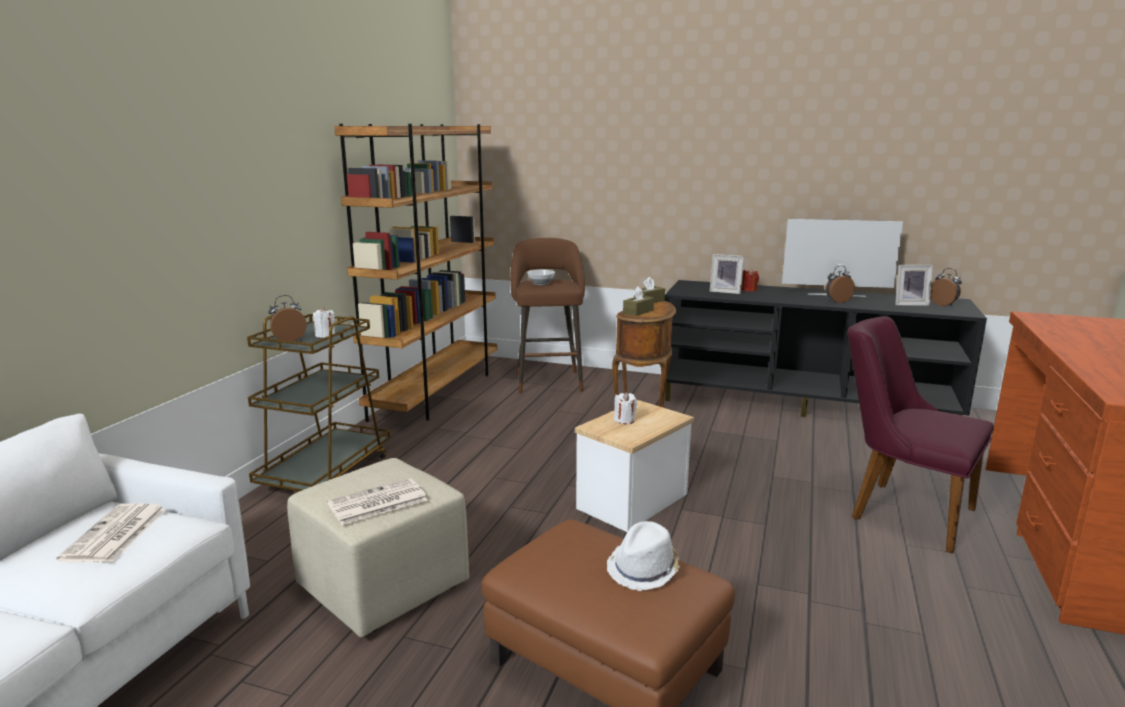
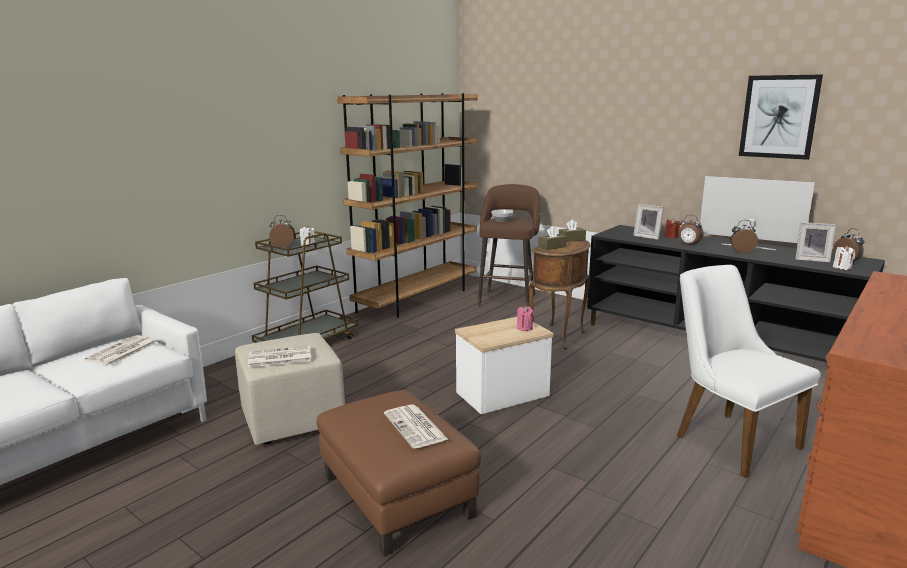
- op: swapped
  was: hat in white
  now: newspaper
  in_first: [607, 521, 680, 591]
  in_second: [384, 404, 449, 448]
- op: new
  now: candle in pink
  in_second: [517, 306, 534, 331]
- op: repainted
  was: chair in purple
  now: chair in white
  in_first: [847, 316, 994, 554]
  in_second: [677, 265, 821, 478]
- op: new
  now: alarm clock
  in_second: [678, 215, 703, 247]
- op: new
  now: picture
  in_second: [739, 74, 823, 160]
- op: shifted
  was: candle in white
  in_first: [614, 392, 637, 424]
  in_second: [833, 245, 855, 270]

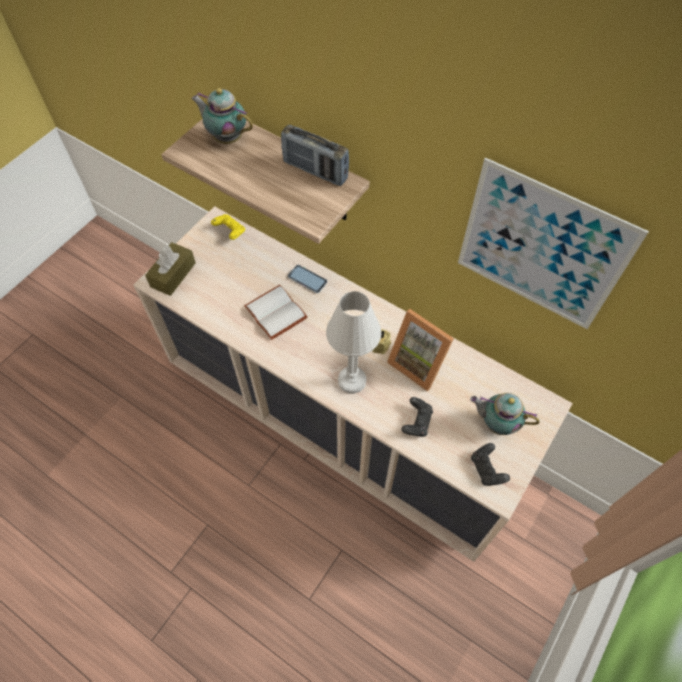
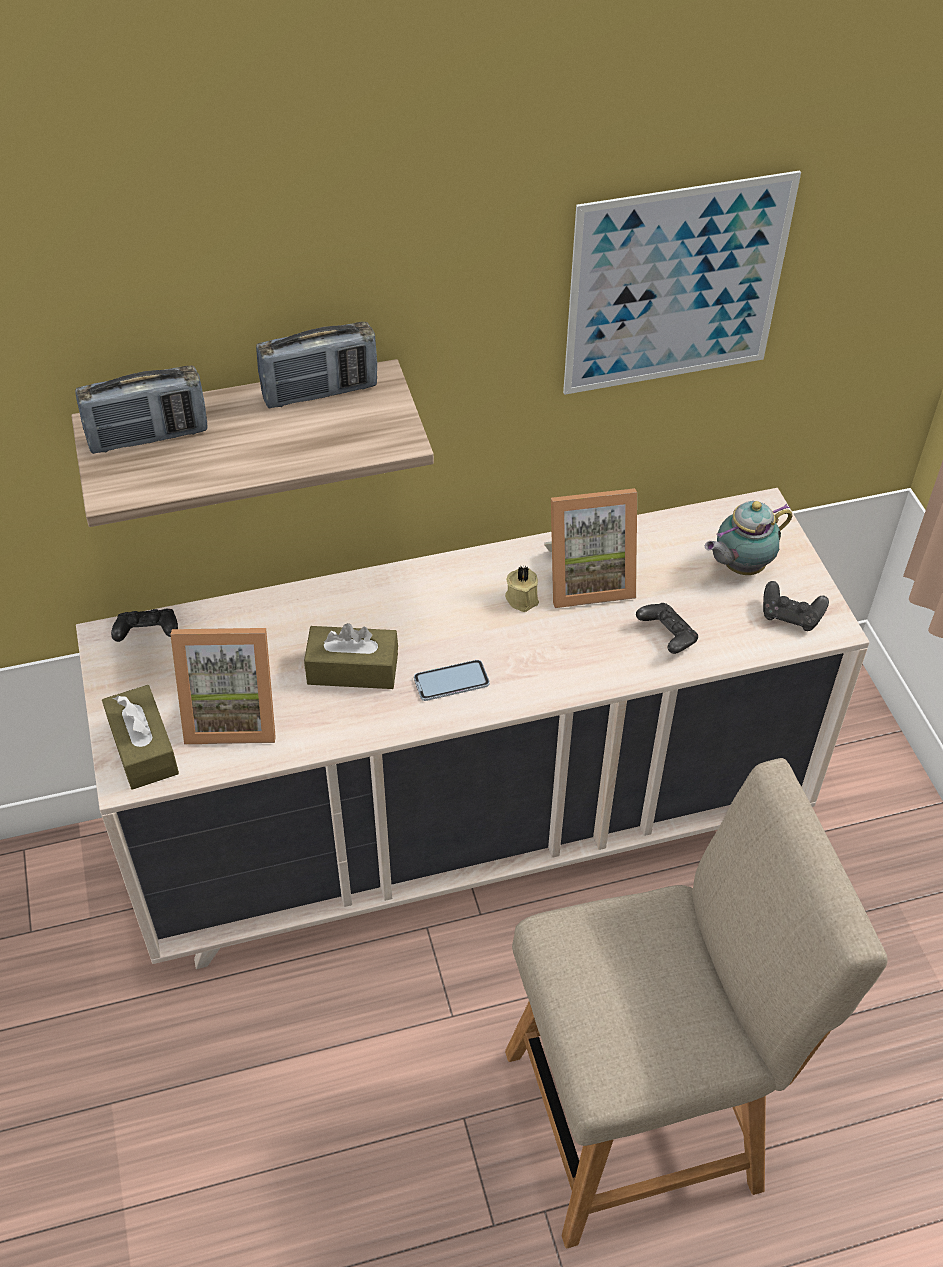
- op: swapped
  was: teapot
  now: radio
  in_first: [191, 88, 253, 144]
  in_second: [75, 366, 207, 454]
- op: repainted
  was: game controller in yellow
  now: game controller in black
  in_first: [211, 214, 245, 240]
  in_second: [111, 609, 178, 642]
- op: new
  now: picture frame
  in_second: [170, 628, 276, 744]
- op: swapped
  was: book in white
  now: tissue box in brown
  in_first: [244, 285, 308, 340]
  in_second: [304, 623, 398, 689]
- op: shifted
  was: phone
  in_first: [288, 265, 327, 293]
  in_second: [414, 660, 490, 701]
- op: new
  now: chair in beige
  in_second: [505, 758, 888, 1249]
- op: gone
  was: table lamp in white
  in_first: [326, 291, 382, 394]

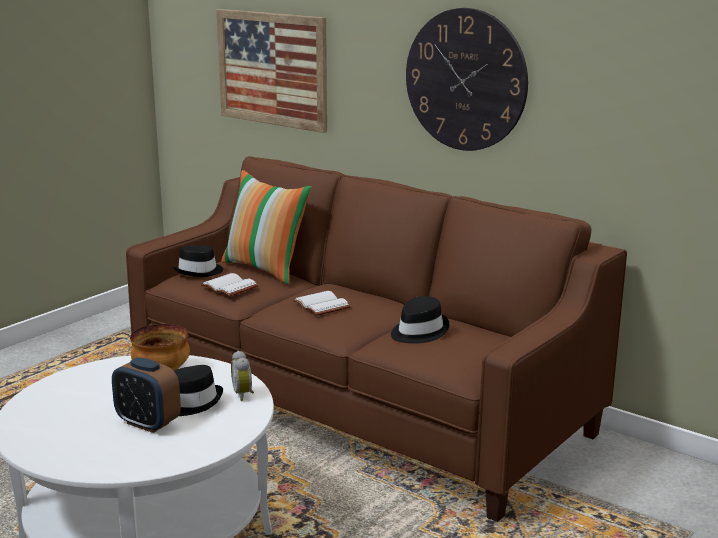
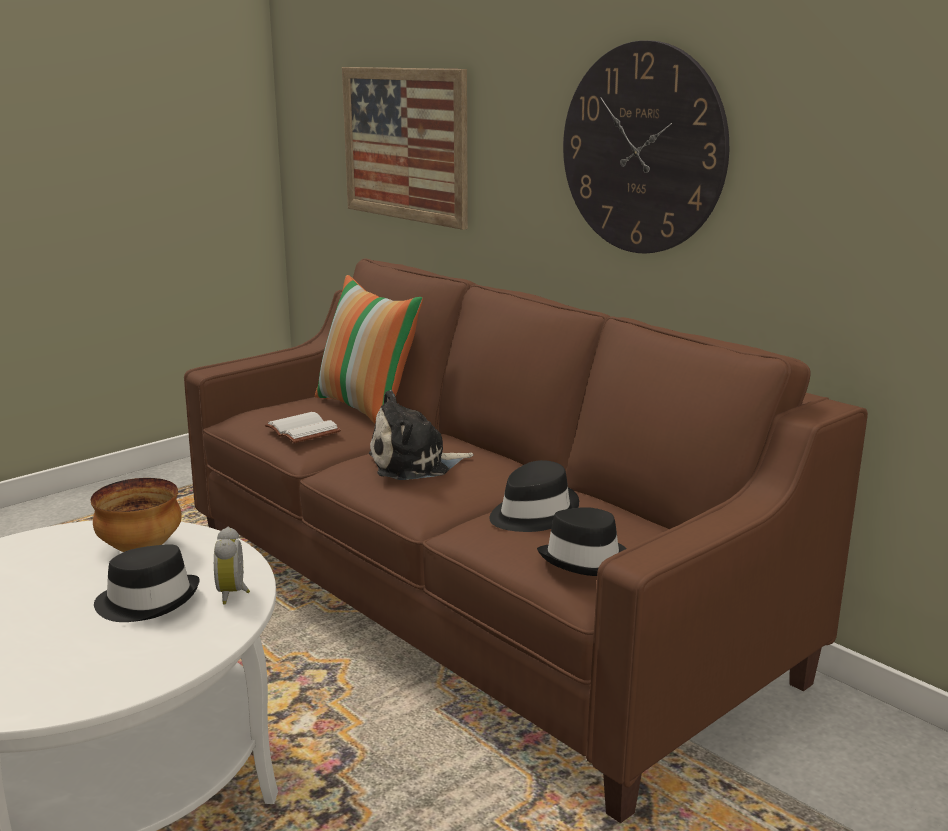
- op: swapped
  was: book in white
  now: plush toy
  in_first: [293, 291, 351, 316]
  in_second: [369, 390, 473, 480]
- op: shifted
  was: hat in black
  in_first: [173, 245, 223, 277]
  in_second: [537, 507, 626, 576]
- op: gone
  was: alarm clock
  in_first: [112, 357, 181, 433]

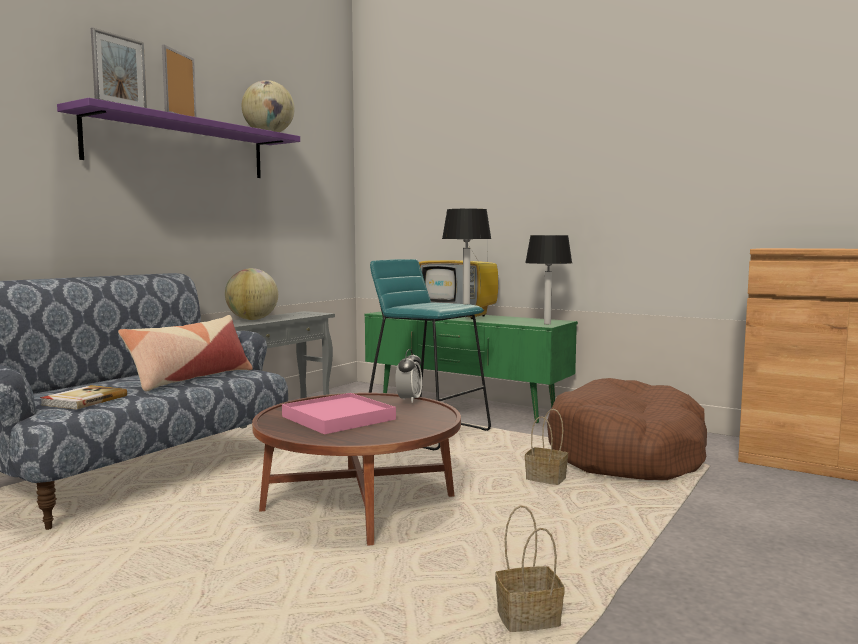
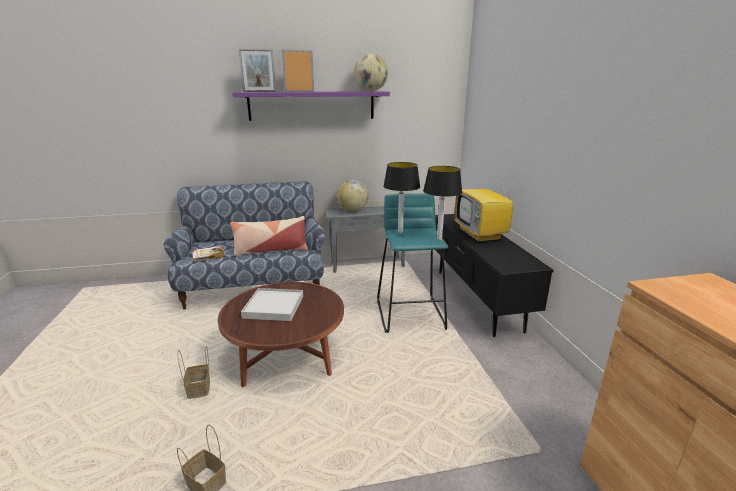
- op: shifted
  was: basket
  in_first: [525, 409, 568, 485]
  in_second: [178, 346, 210, 399]
- op: repainted
  was: tray in pink
  now: tray in white
  in_first: [282, 393, 396, 434]
  in_second: [241, 288, 303, 321]
- op: shifted
  was: table lamp
  in_first: [525, 235, 572, 324]
  in_second: [383, 162, 420, 233]
- op: repainted
  was: tv stand in green
  now: tv stand in black
  in_first: [364, 311, 578, 423]
  in_second: [435, 214, 554, 337]
- op: gone
  was: alarm clock
  in_first: [395, 349, 422, 403]
- op: gone
  was: dog bed in brown
  in_first: [547, 378, 707, 480]

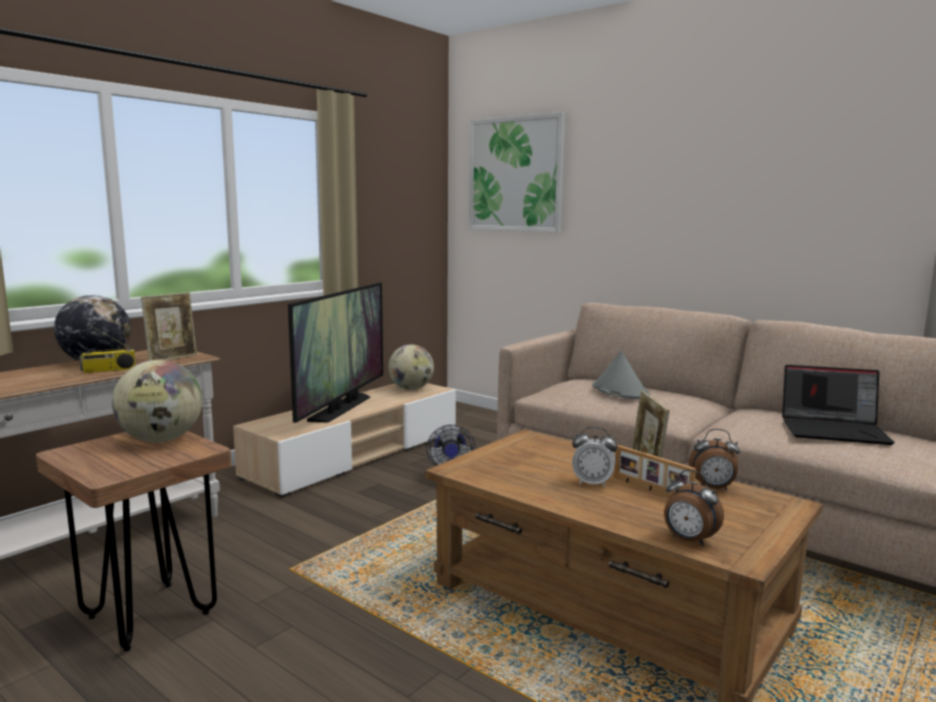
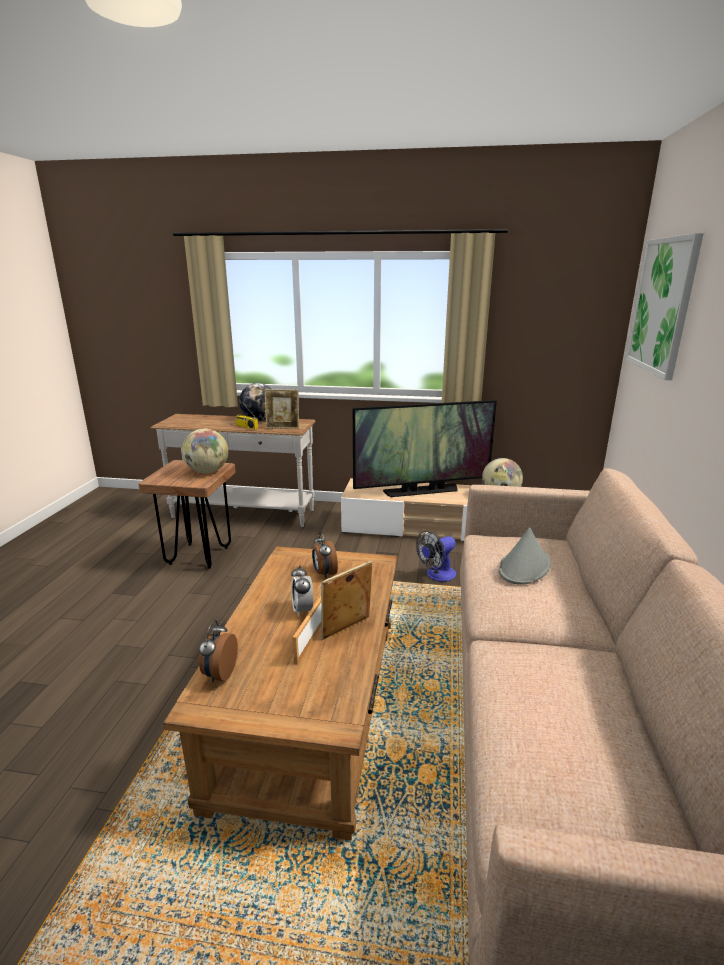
- op: shifted
  was: alarm clock
  in_first: [689, 429, 740, 490]
  in_second: [312, 532, 338, 578]
- op: gone
  was: laptop
  in_first: [782, 365, 895, 445]

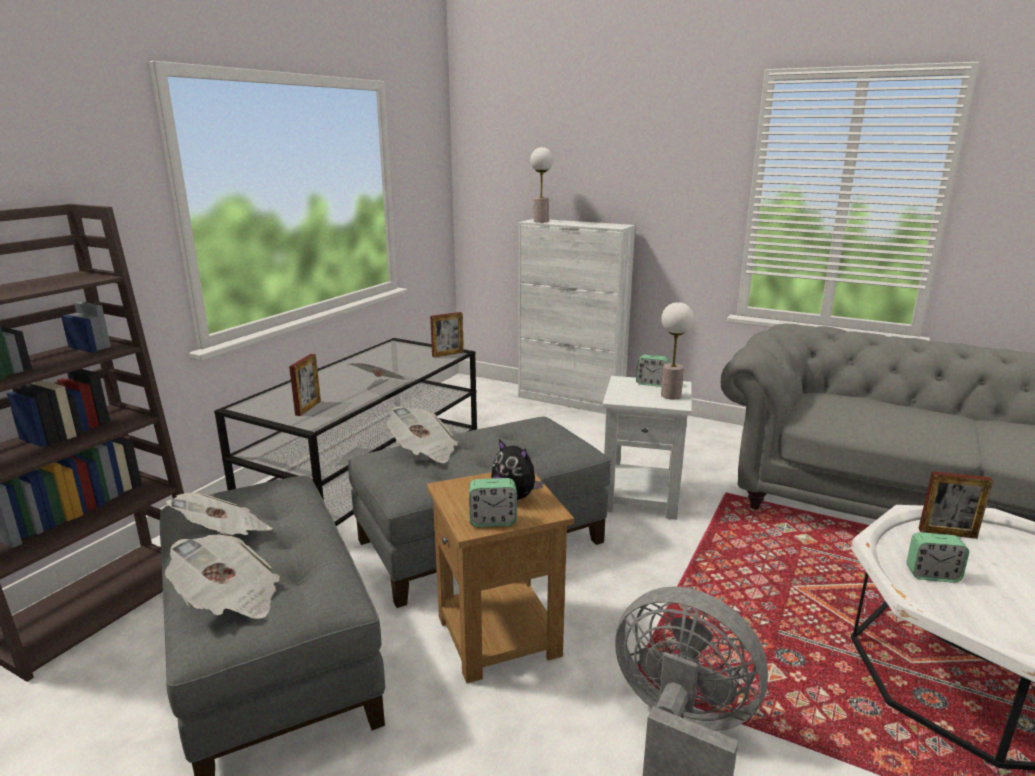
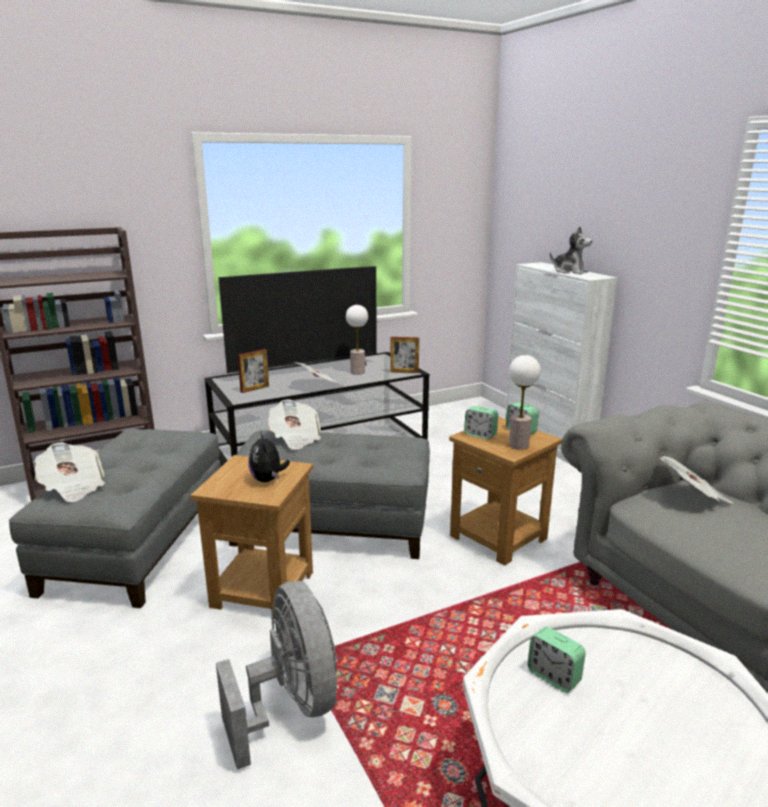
- op: new
  now: television
  in_second: [219, 266, 377, 373]
- op: shifted
  was: table lamp
  in_first: [530, 147, 553, 223]
  in_second: [346, 305, 368, 375]
- op: repainted
  was: side table in white
  now: side table in brown
  in_first: [602, 376, 692, 520]
  in_second: [449, 417, 562, 566]
- op: shifted
  was: alarm clock
  in_first: [469, 478, 517, 527]
  in_second: [464, 406, 498, 439]
- op: new
  now: plush toy
  in_second: [550, 227, 592, 274]
- op: shifted
  was: newspaper
  in_first: [166, 492, 272, 535]
  in_second: [660, 456, 733, 503]
- op: gone
  was: picture frame
  in_first: [918, 471, 993, 539]

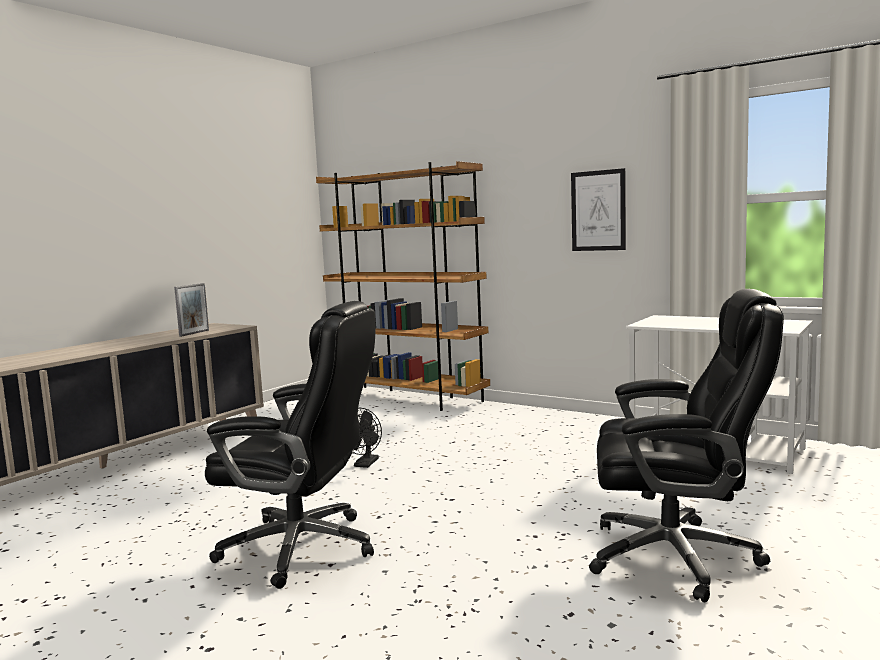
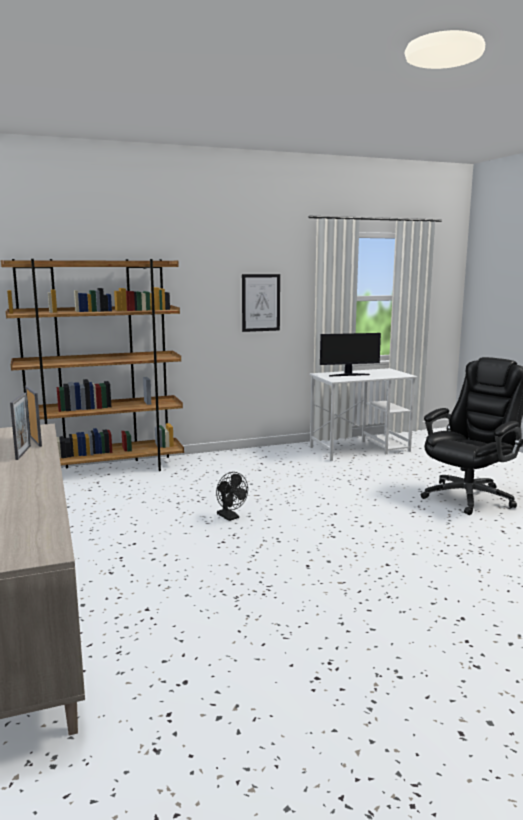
- op: new
  now: picture frame
  in_second: [10, 393, 31, 460]
- op: new
  now: monitor
  in_second: [320, 333, 381, 376]
- op: gone
  was: office chair in black
  in_first: [205, 301, 375, 589]

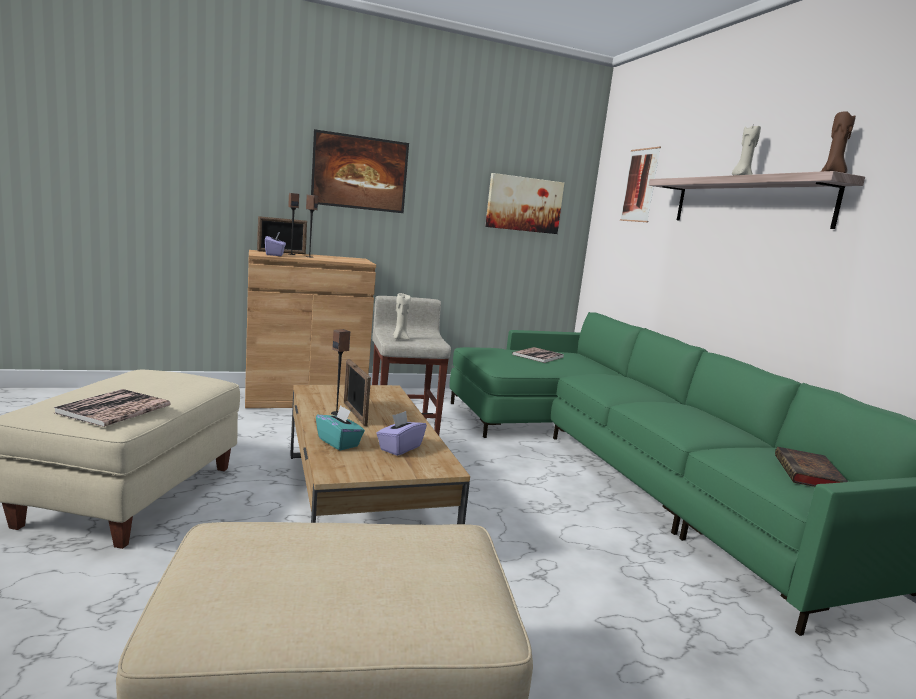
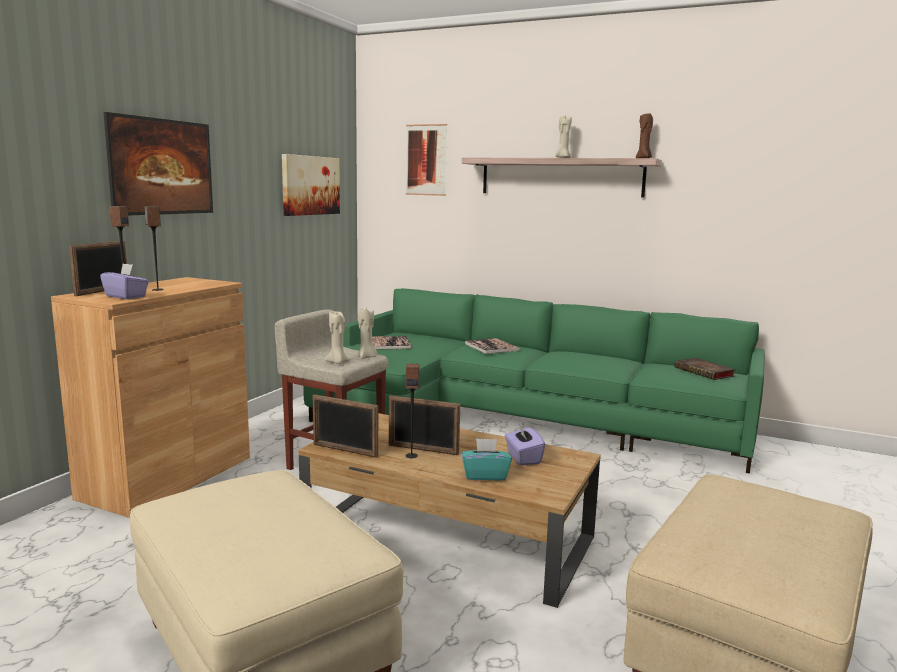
- op: new
  now: picture frame
  in_second: [313, 394, 378, 458]
- op: new
  now: candle in beige
  in_second: [358, 309, 377, 359]
- op: shifted
  was: book
  in_first: [53, 389, 170, 427]
  in_second: [465, 338, 520, 354]

